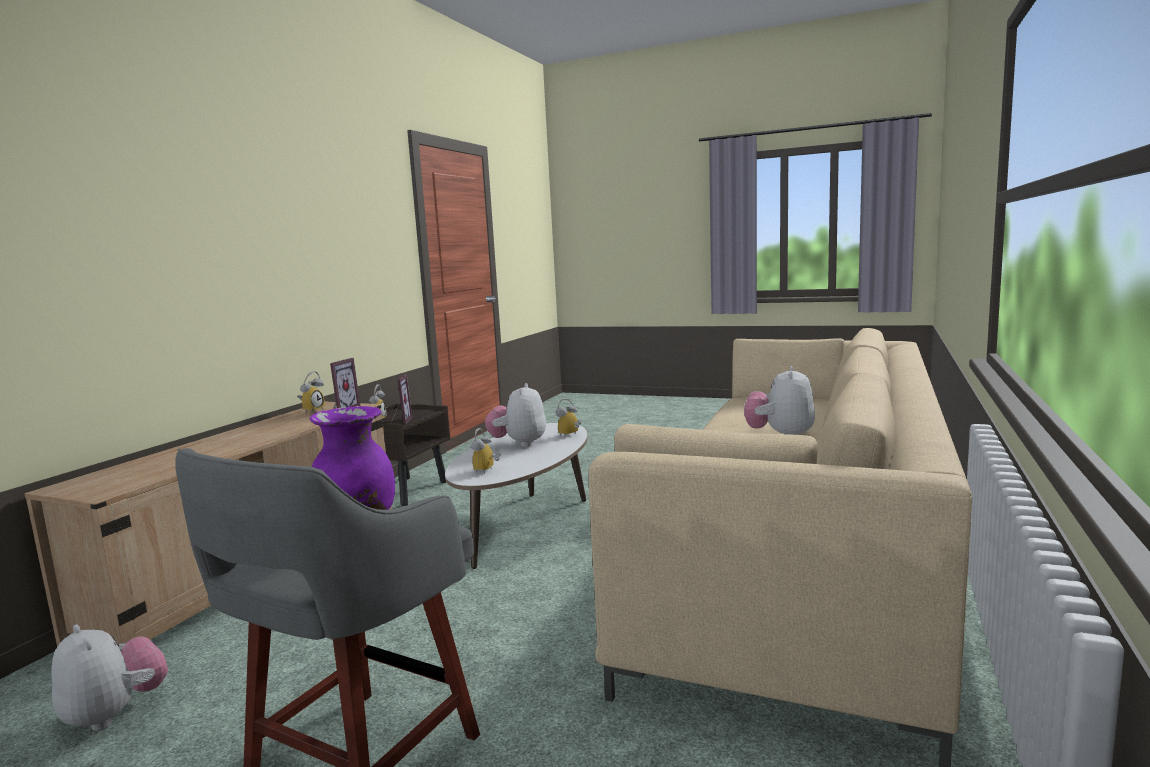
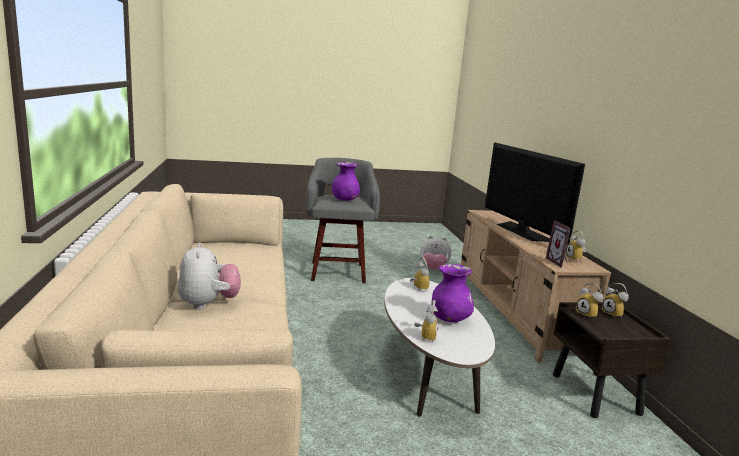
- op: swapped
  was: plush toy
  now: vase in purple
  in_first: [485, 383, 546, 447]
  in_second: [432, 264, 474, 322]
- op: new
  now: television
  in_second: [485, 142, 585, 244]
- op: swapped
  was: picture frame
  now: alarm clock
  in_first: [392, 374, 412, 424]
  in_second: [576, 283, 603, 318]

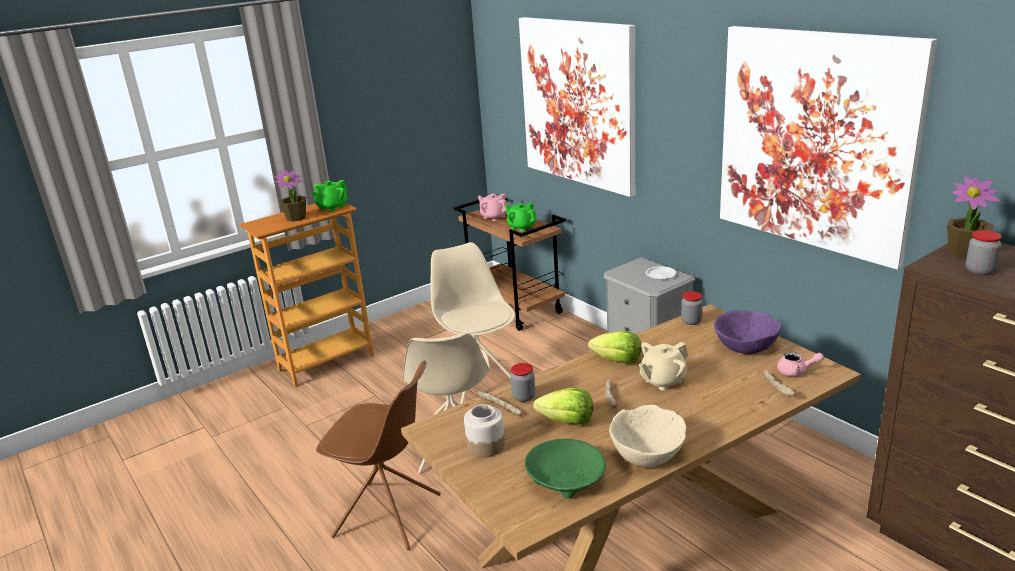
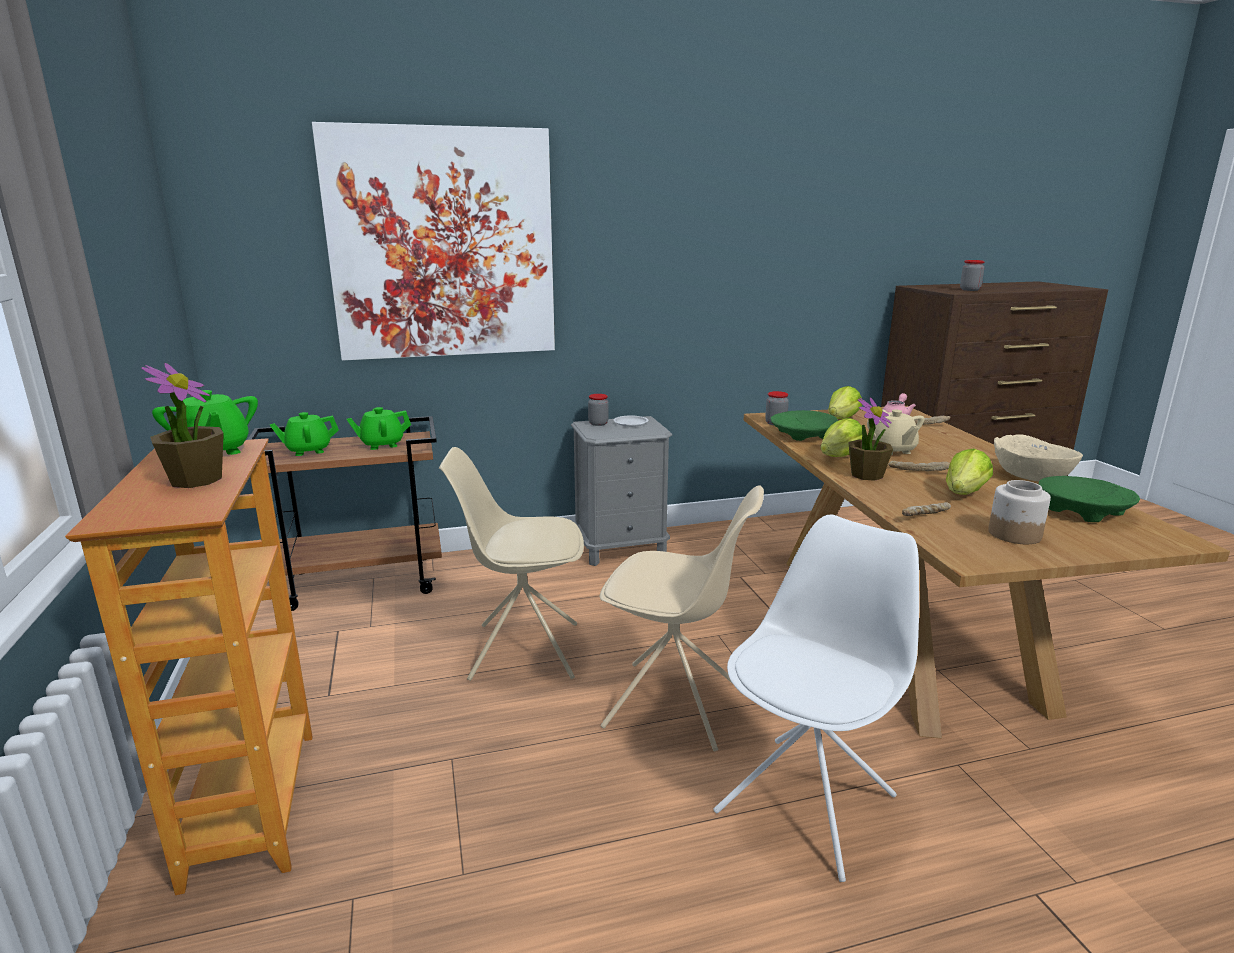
- op: repainted
  was: teapot in pink
  now: teapot in green
  in_first: [478, 194, 507, 221]
  in_second: [270, 412, 339, 456]
- op: shifted
  was: jar
  in_first: [511, 363, 535, 402]
  in_second: [588, 394, 608, 426]
- op: repainted
  was: chair in brown
  now: chair in white
  in_first: [316, 360, 441, 550]
  in_second: [714, 515, 919, 882]
- op: new
  now: bowl in green
  in_second: [771, 410, 839, 441]
- op: swapped
  was: bowl in purple
  now: lettuce
  in_first: [714, 310, 782, 354]
  in_second: [828, 386, 862, 419]
- op: shifted
  was: potted plant
  in_first: [947, 176, 1000, 259]
  in_second: [848, 397, 893, 481]
- op: gone
  was: picture
  in_first: [720, 26, 938, 270]

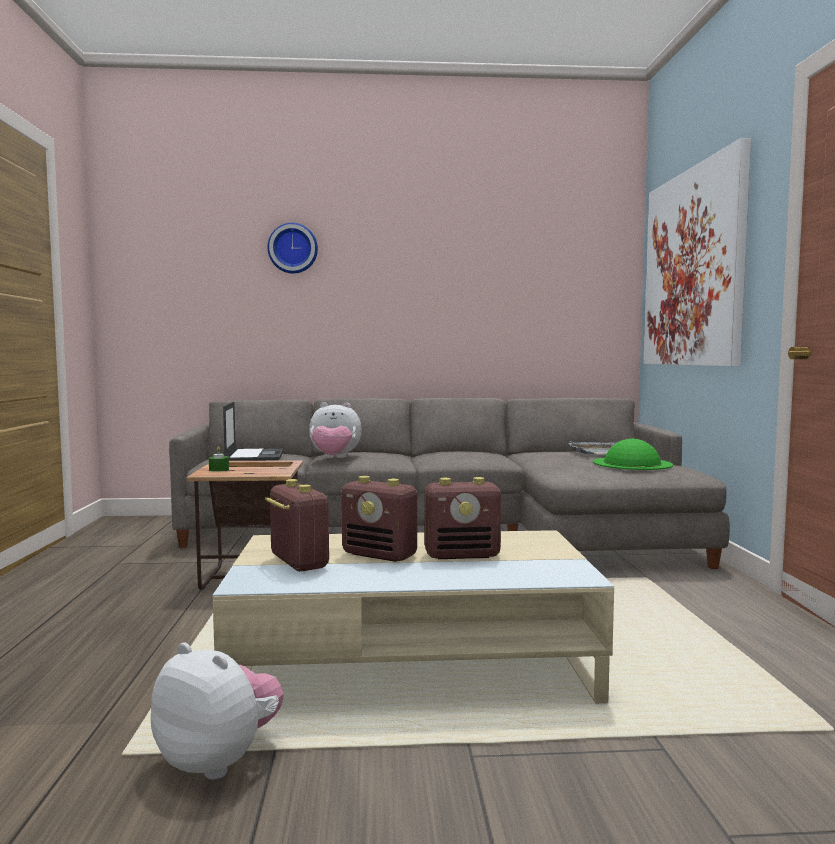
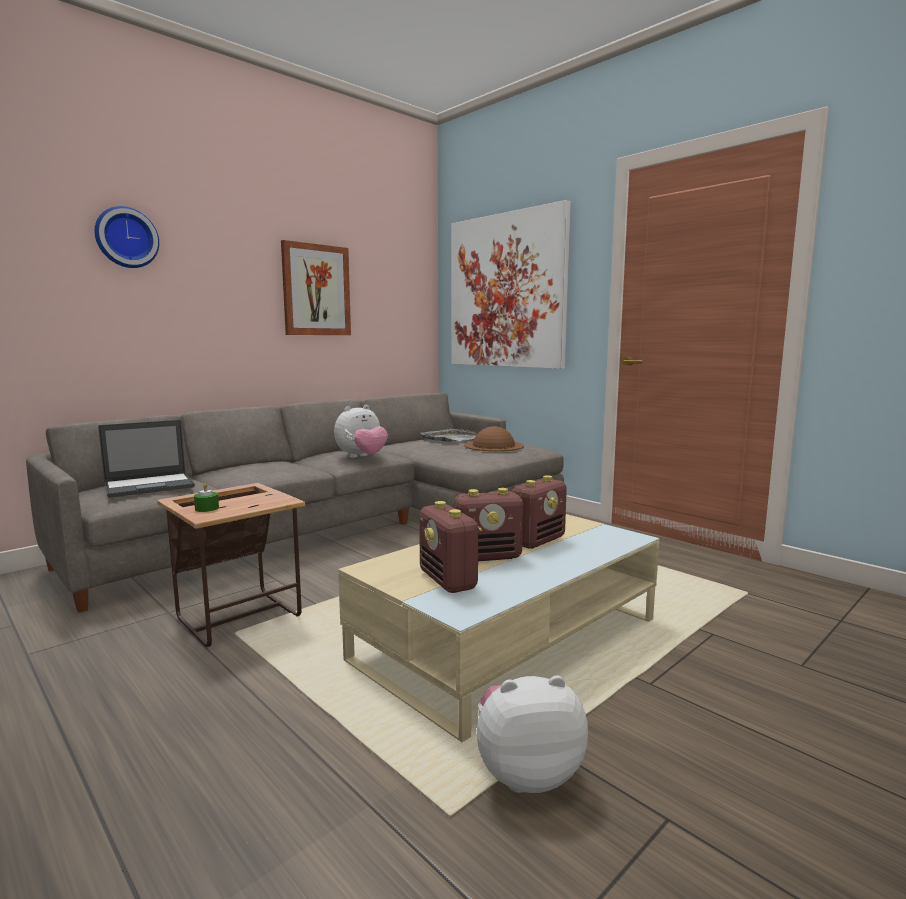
- op: rotated
  was: laptop
  in_first: [223, 402, 283, 461]
  in_second: [98, 420, 195, 498]
  clockwise: 105
- op: new
  now: picture
  in_second: [281, 240, 351, 335]
- op: shifted
  was: plush toy
  in_first: [309, 402, 362, 458]
  in_second: [334, 405, 388, 458]
- op: rotated
  was: radio
  in_first: [265, 479, 329, 572]
  in_second: [419, 501, 482, 593]
  clockwise: -135
- op: repainted
  was: hat in green
  now: hat in brown
  in_first: [593, 439, 673, 470]
  in_second: [464, 426, 524, 451]

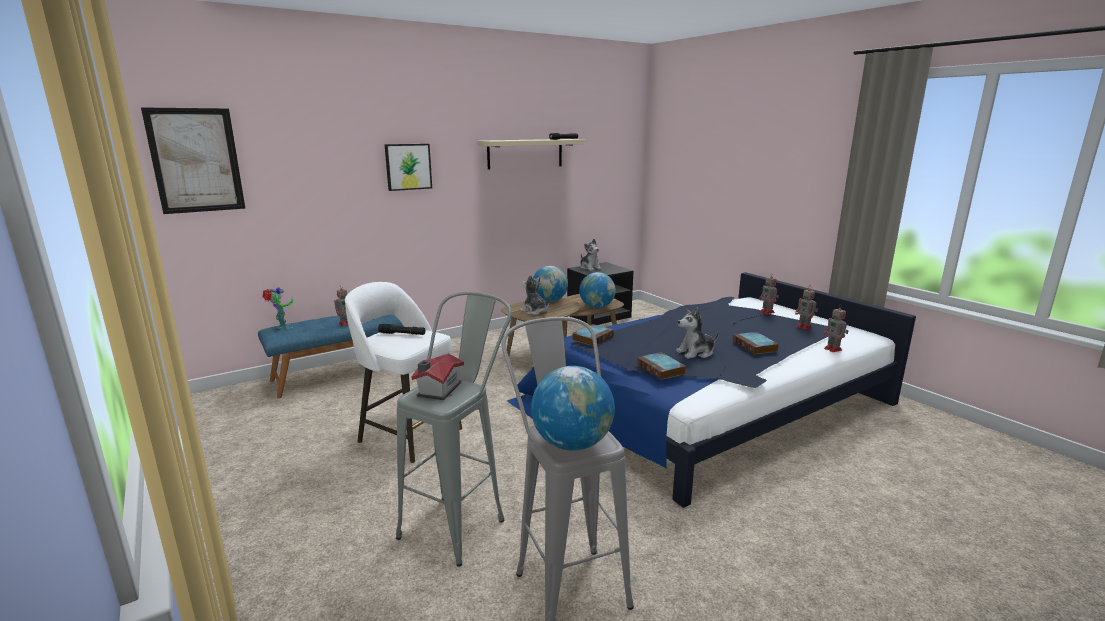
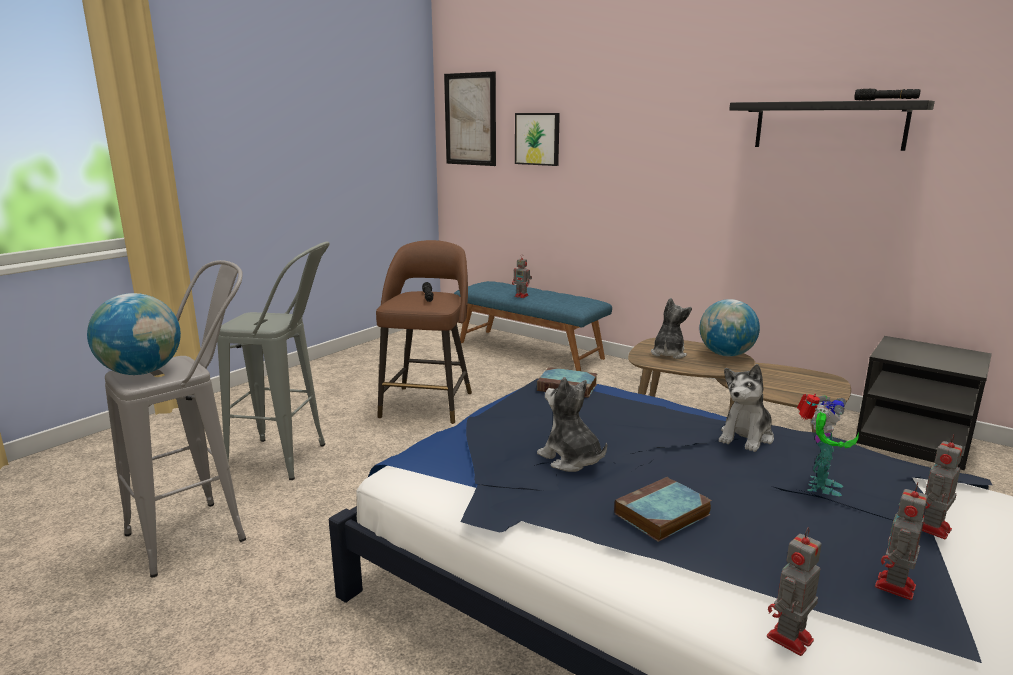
- op: repainted
  was: stool in white
  now: stool in brown
  in_first: [345, 282, 462, 463]
  in_second: [376, 240, 472, 424]
- op: shifted
  was: picture
  in_first: [384, 144, 432, 191]
  in_second: [515, 113, 560, 166]
- op: shifted
  was: plush toy
  in_first: [580, 239, 602, 271]
  in_second: [719, 364, 774, 452]
- op: repainted
  was: shelf in beige
  now: shelf in black
  in_first: [477, 139, 584, 170]
  in_second: [729, 100, 935, 151]
- op: shifted
  was: toy robot
  in_first: [263, 287, 293, 330]
  in_second: [797, 393, 859, 496]
- op: gone
  was: toy house
  in_first: [412, 353, 464, 400]
- op: gone
  was: globe
  in_first: [579, 272, 616, 308]
- op: gone
  was: book
  in_first: [637, 352, 686, 380]

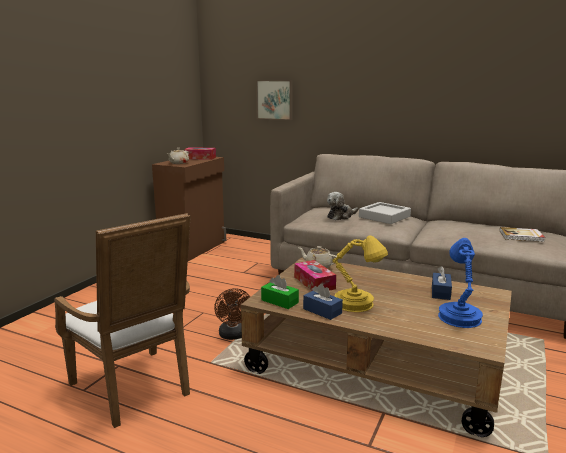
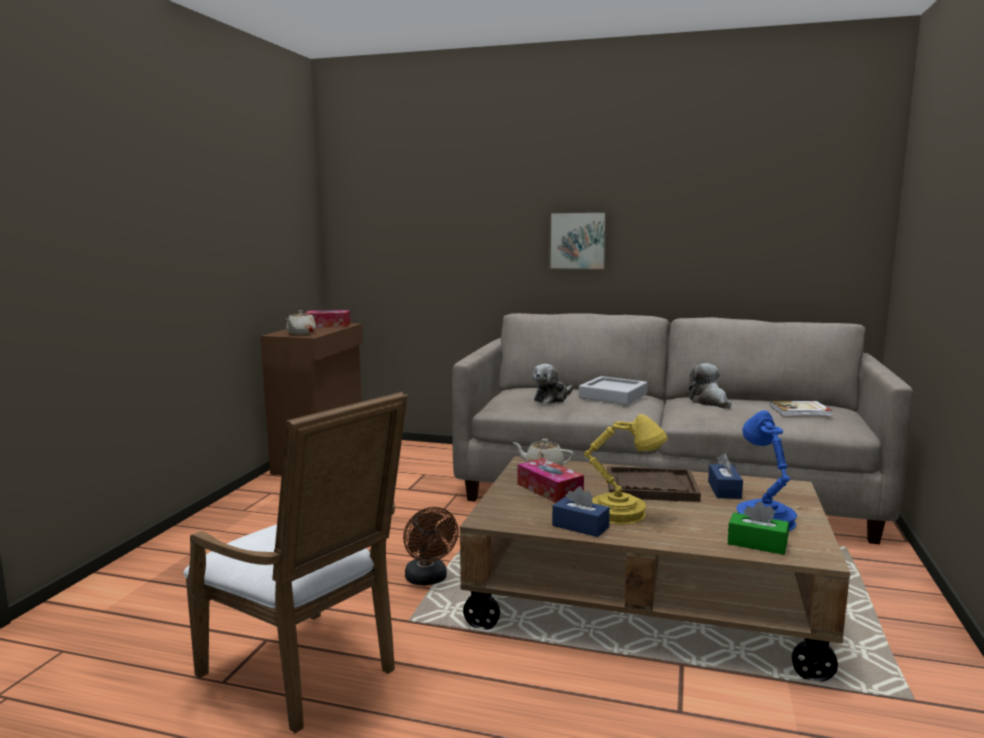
- op: shifted
  was: picture
  in_first: [256, 80, 293, 120]
  in_second: [549, 211, 608, 270]
- op: new
  now: tray in brown
  in_second: [607, 466, 701, 502]
- op: new
  now: plush toy
  in_second: [689, 363, 731, 409]
- op: shifted
  was: tissue box in green
  in_first: [261, 275, 299, 309]
  in_second: [728, 501, 789, 555]

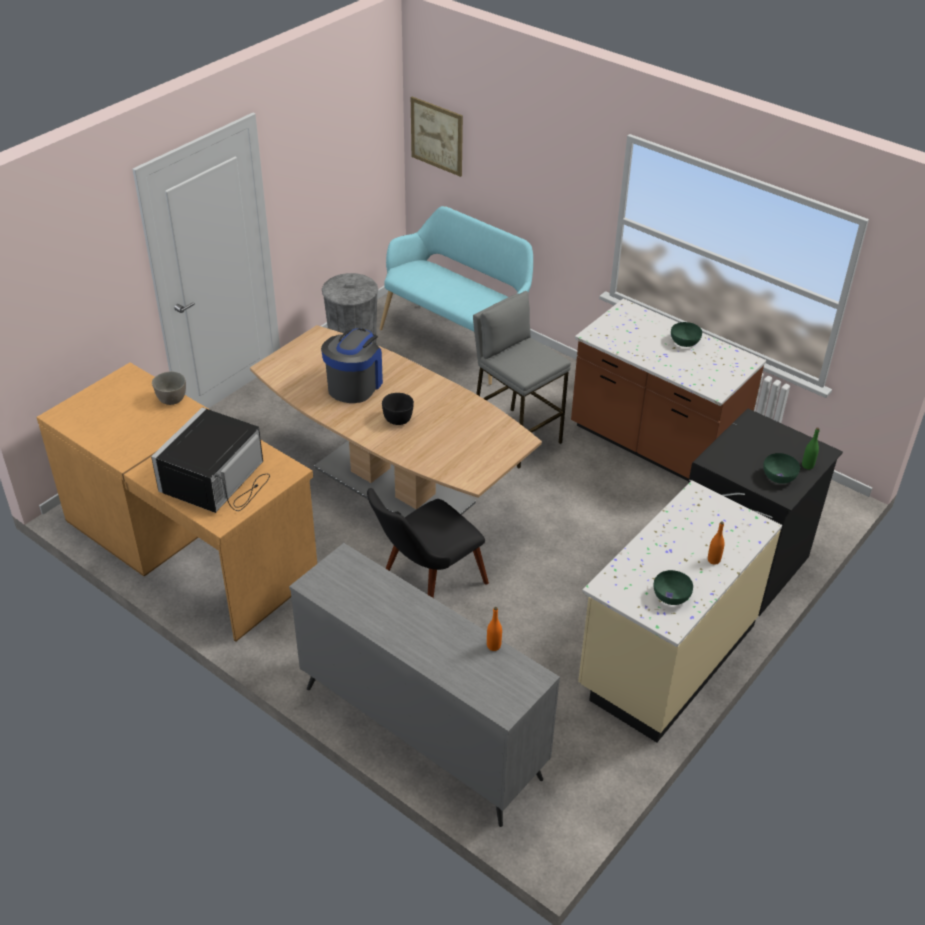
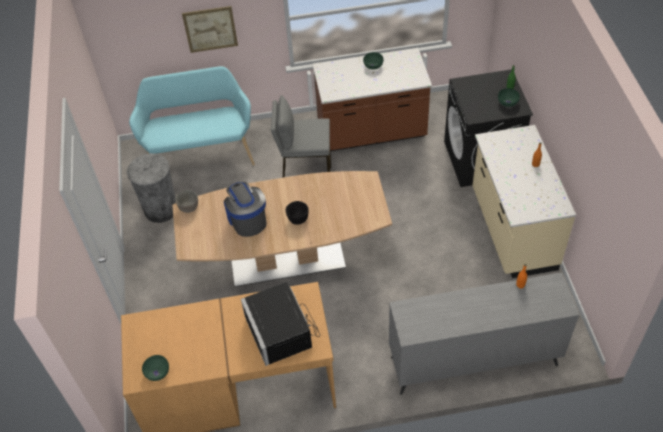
- op: shifted
  was: bowl in green
  in_first: [653, 570, 693, 605]
  in_second: [142, 355, 169, 381]
- op: shifted
  was: bowl in grey
  in_first: [152, 372, 186, 405]
  in_second: [175, 190, 198, 213]
- op: shifted
  was: picture
  in_first: [411, 97, 463, 177]
  in_second: [182, 6, 238, 53]
- op: gone
  was: chair in black
  in_first: [367, 488, 489, 598]

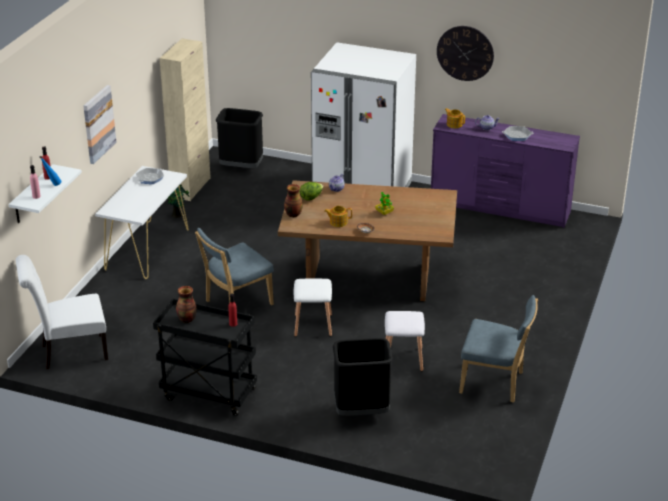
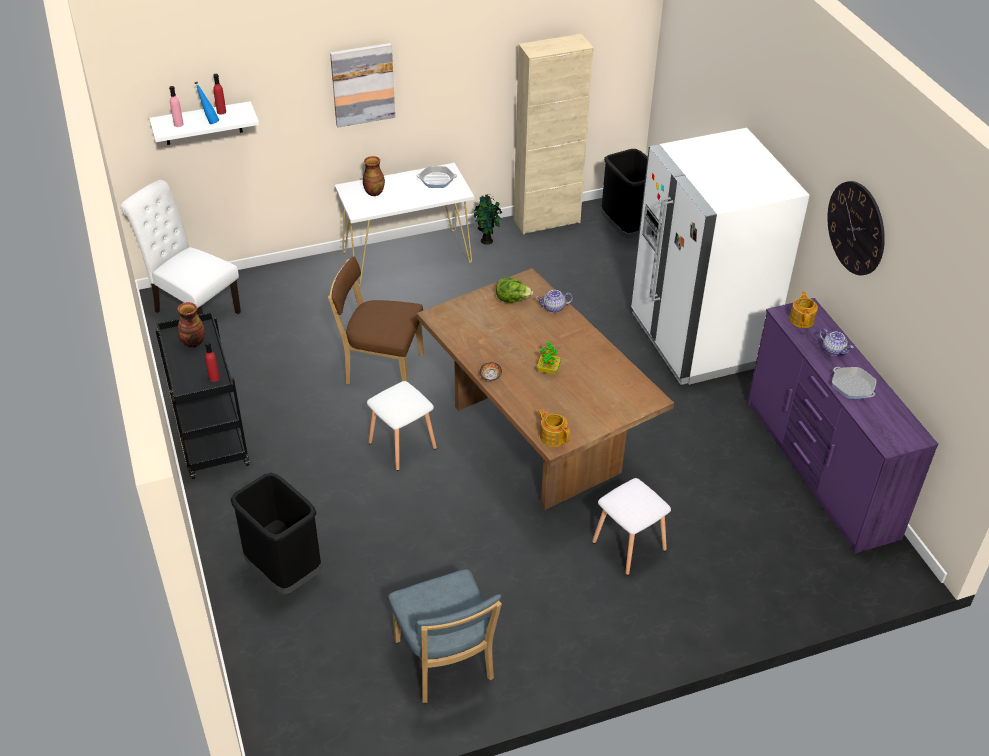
- op: repainted
  was: chair in blue
  now: chair in brown
  in_first: [195, 228, 274, 305]
  in_second: [328, 256, 424, 384]
- op: shifted
  was: vase
  in_first: [284, 184, 303, 217]
  in_second: [363, 156, 385, 196]
- op: shifted
  was: teapot
  in_first: [324, 206, 352, 227]
  in_second: [538, 409, 570, 447]
- op: shifted
  was: stool in white
  in_first: [385, 311, 425, 371]
  in_second: [592, 478, 671, 575]

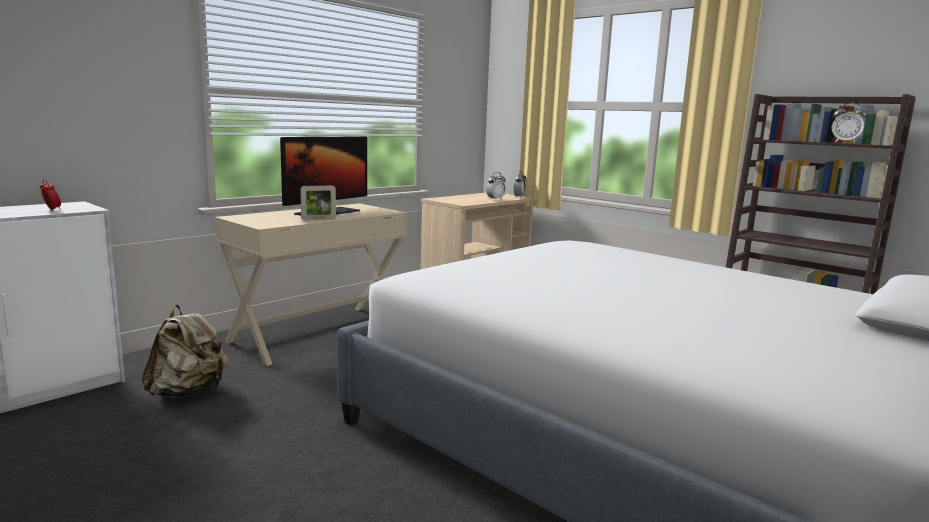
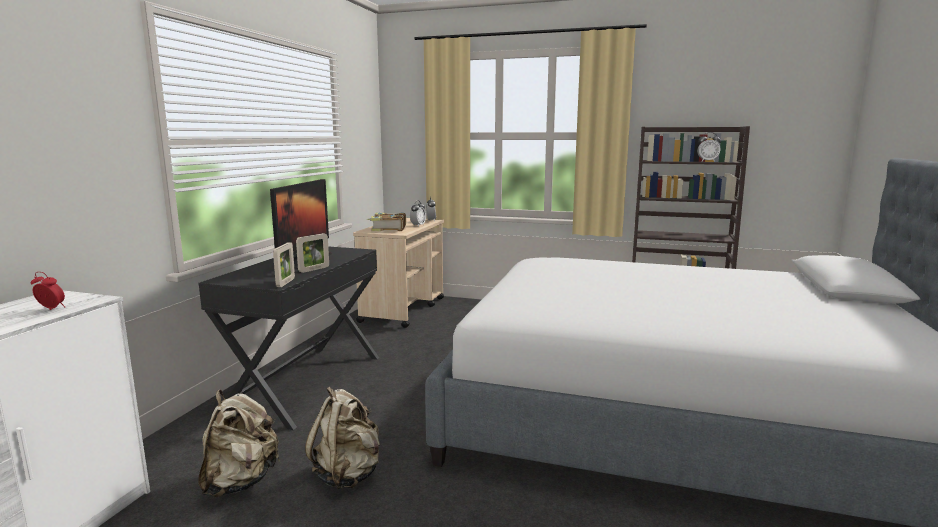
- op: repainted
  was: desk in beige
  now: desk in black
  in_first: [215, 203, 407, 366]
  in_second: [198, 246, 379, 430]
- op: new
  now: picture frame
  in_second: [273, 243, 295, 287]
- op: new
  now: backpack in beige
  in_second: [305, 387, 380, 489]
- op: new
  now: book
  in_second: [367, 212, 406, 231]

